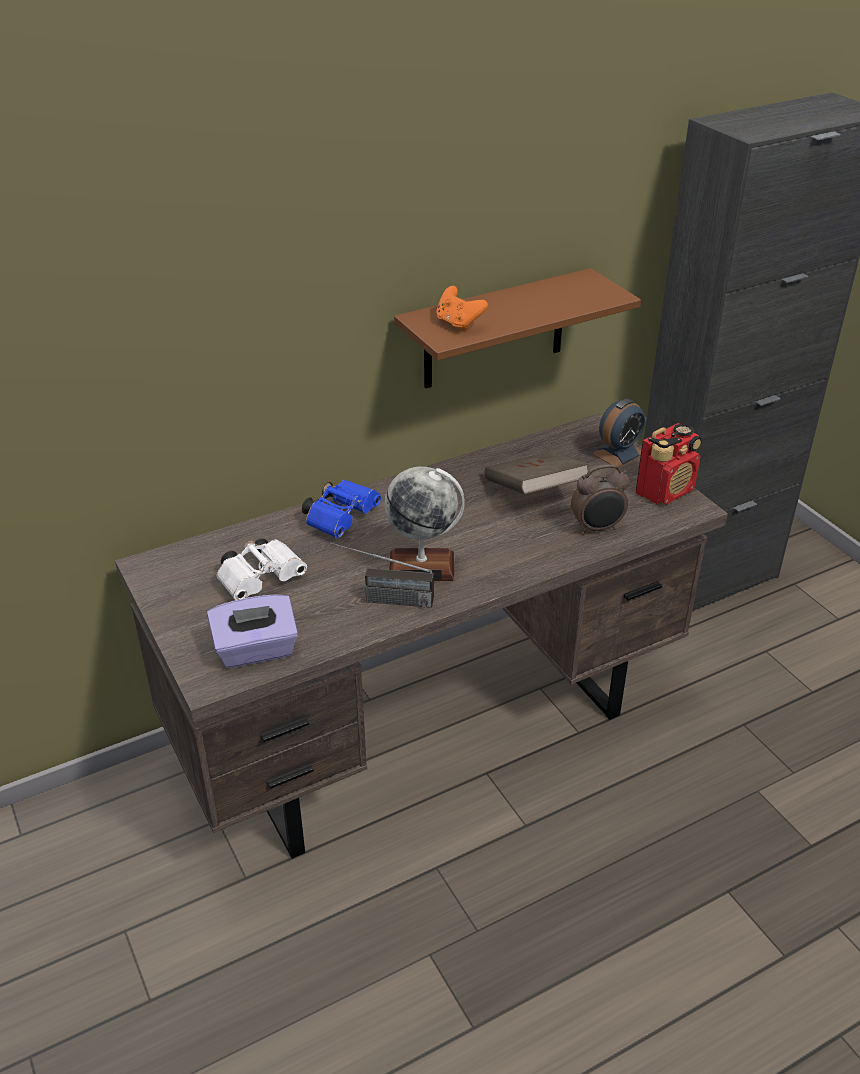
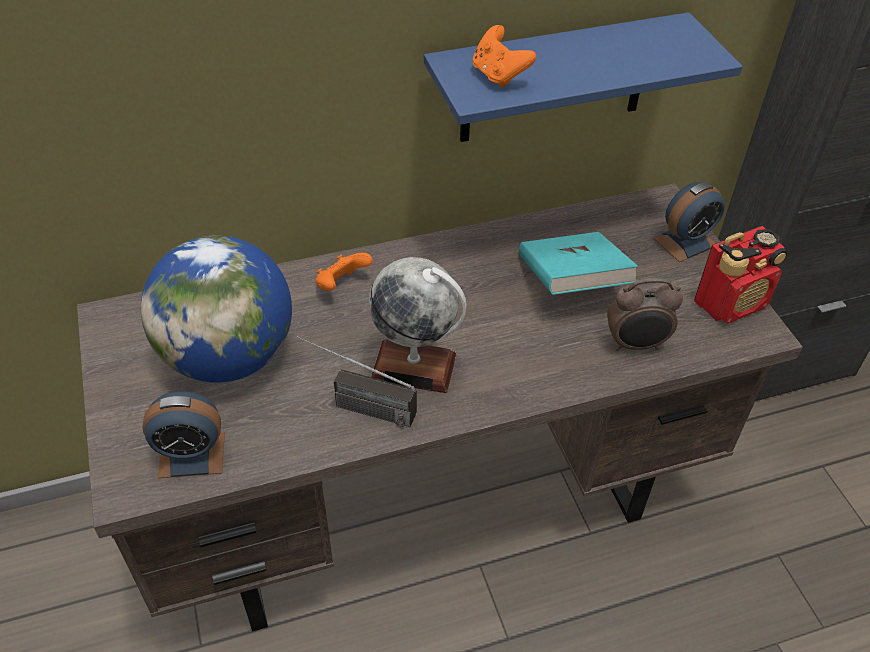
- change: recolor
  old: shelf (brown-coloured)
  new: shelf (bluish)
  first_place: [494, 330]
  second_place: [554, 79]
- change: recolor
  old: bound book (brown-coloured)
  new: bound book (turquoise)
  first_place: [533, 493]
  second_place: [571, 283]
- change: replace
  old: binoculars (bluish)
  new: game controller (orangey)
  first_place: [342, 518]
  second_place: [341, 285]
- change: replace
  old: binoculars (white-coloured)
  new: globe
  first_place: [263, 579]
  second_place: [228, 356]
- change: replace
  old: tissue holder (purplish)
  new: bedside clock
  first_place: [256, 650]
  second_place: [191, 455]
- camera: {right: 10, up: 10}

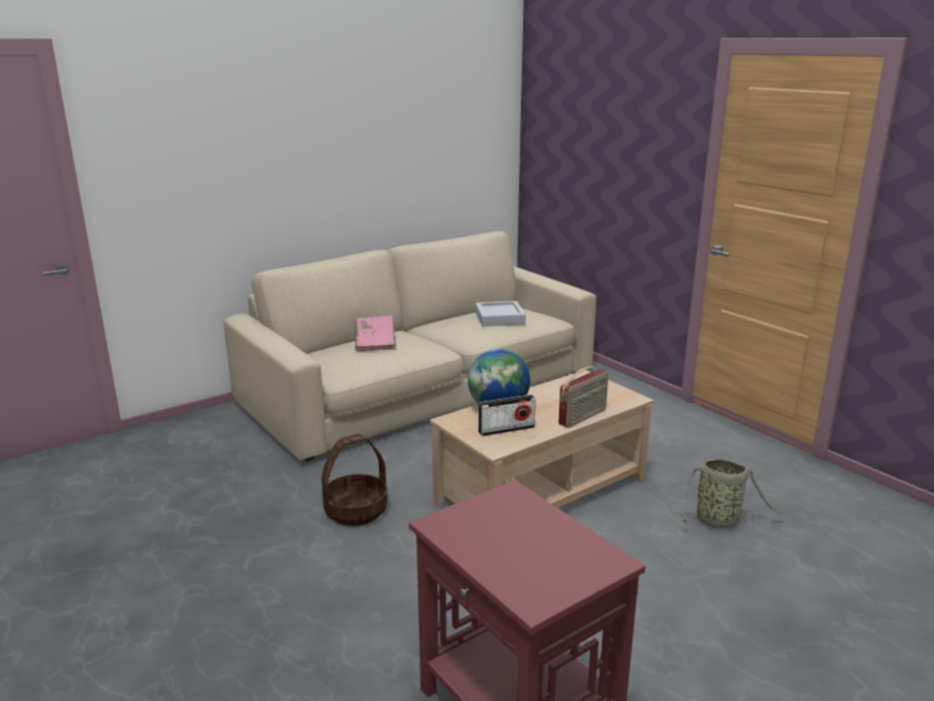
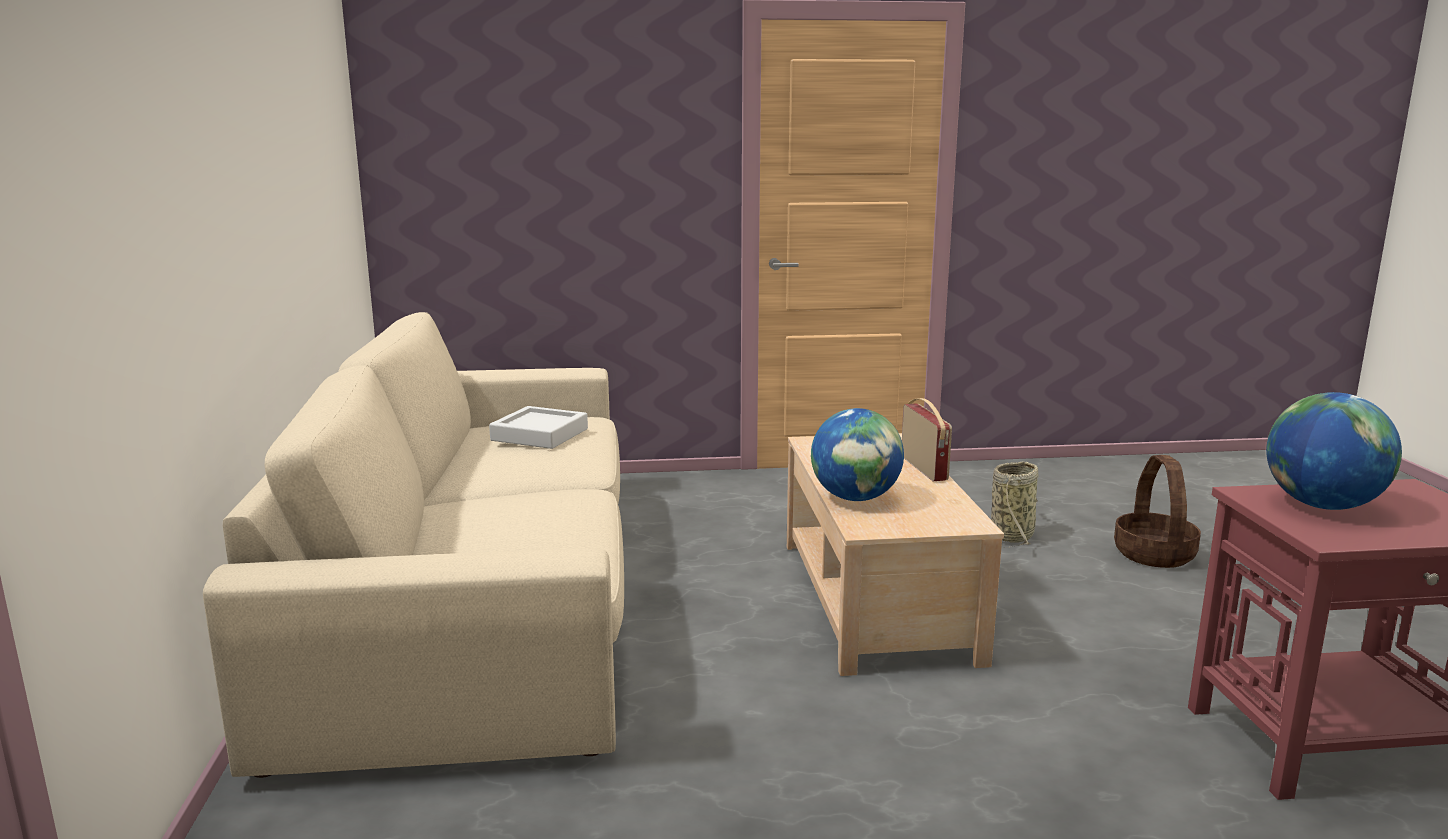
- change: delete
  old: bound book (pinkish)
  first_place: [375, 342]
- change: delete
  old: radio receiver
  first_place: [506, 429]
- change: move
  old: storage basket
  first_place: [356, 511]
  second_place: [1153, 554]
- change: insert
  new: globe
  second_place: [1322, 505]
- camera: {right: -60, up: -5}

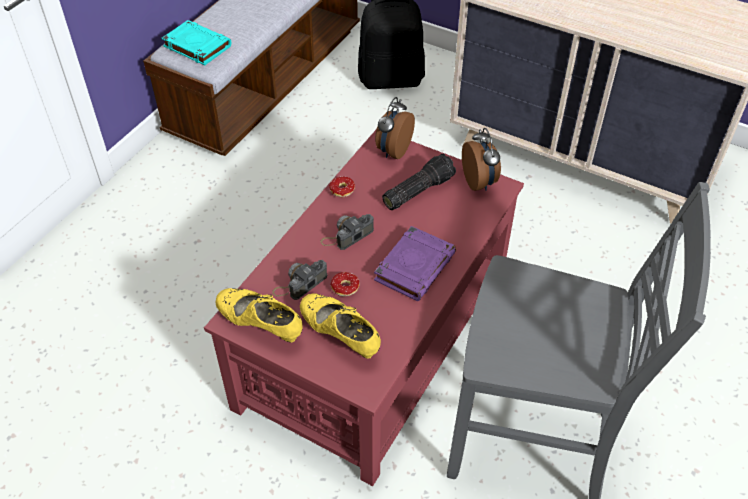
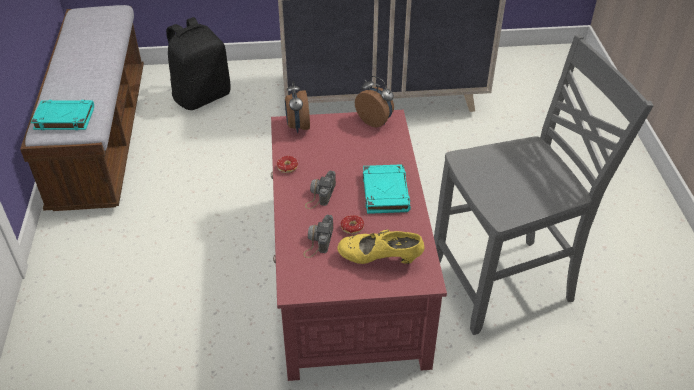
- change: delete
  old: torch
  first_place: [417, 190]
- change: recolor
  old: bound book (purplish)
  new: bound book (turquoise)
  first_place: [415, 266]
  second_place: [385, 192]
- change: delete
  old: shoe (yellow)
  first_place: [261, 326]
- camera: {right: -35, up: -5}

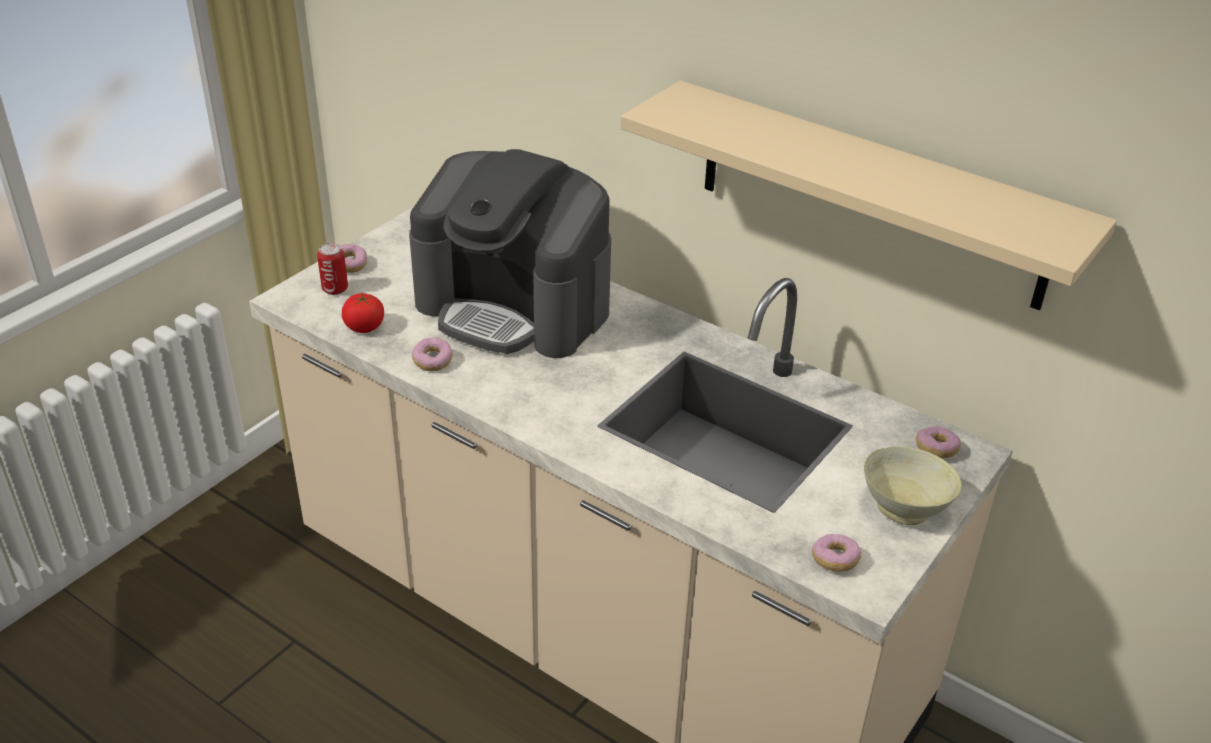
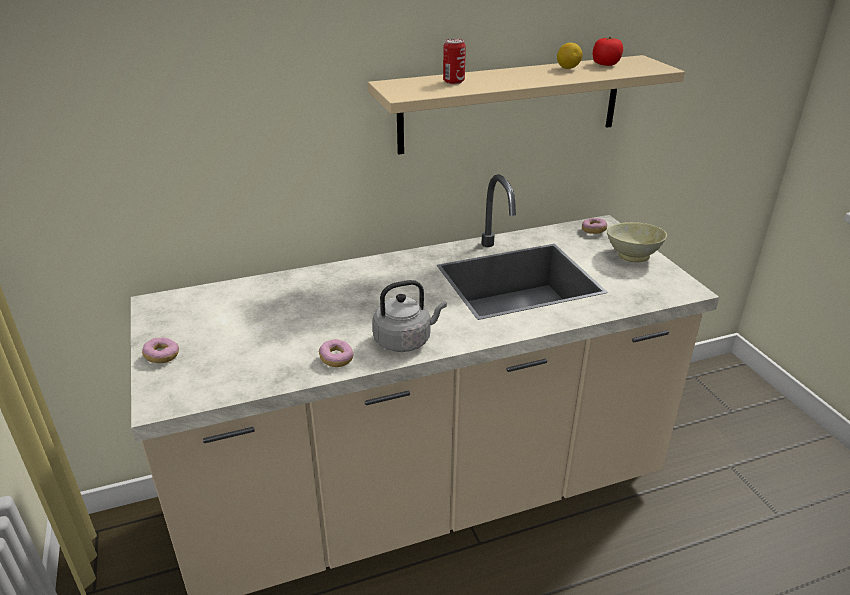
- change: delete
  old: coffee brewer
  first_place: [515, 306]
- change: move
  old: metal can
  first_place: [335, 289]
  second_place: [453, 81]
- change: move
  old: whole tomato
  first_place: [364, 327]
  second_place: [605, 64]
- change: delete
  old: donut
  first_place: [835, 560]
- change: insert
  new: lemon
  second_place: [568, 68]
- change: insert
  new: water kettle (gray)
  second_place: [405, 340]
- camera: {right: -55, up: -5}

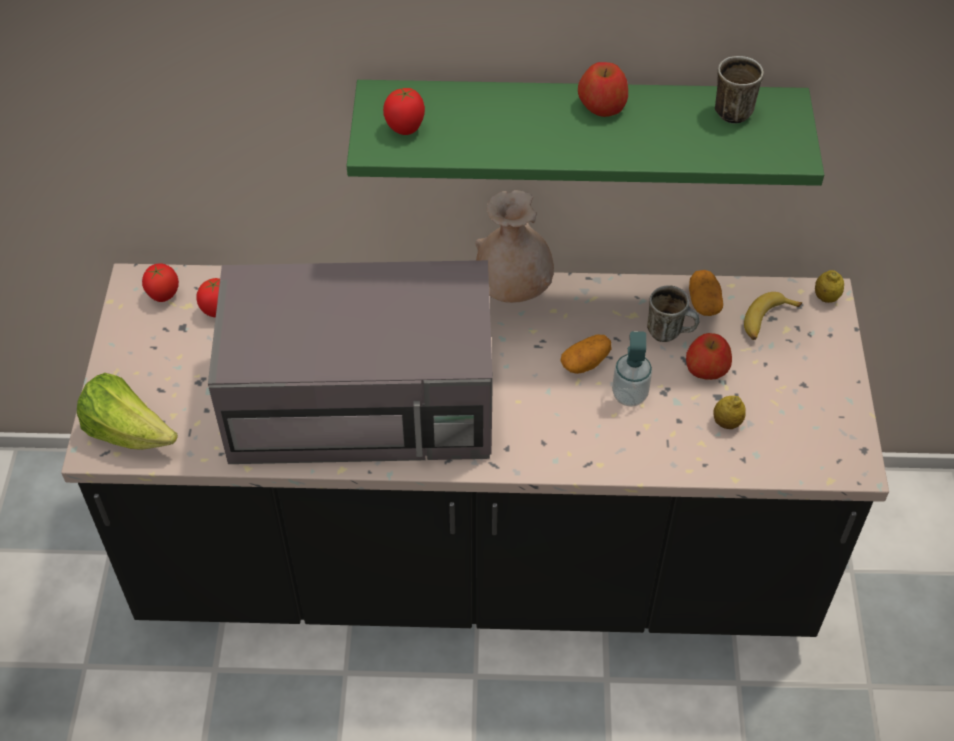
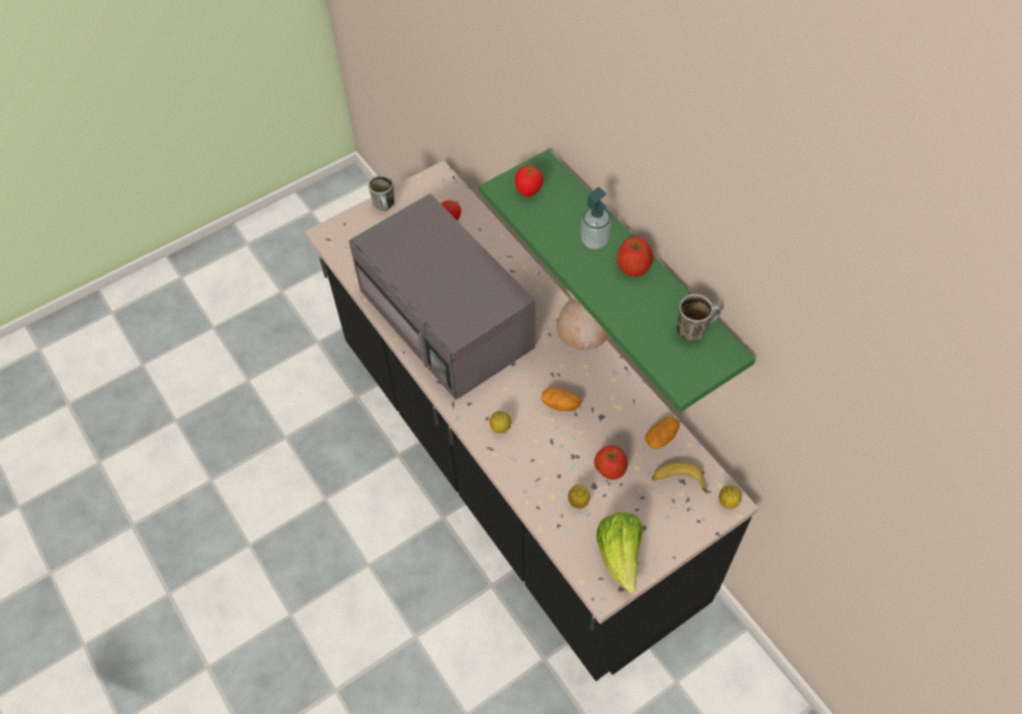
- change: delete
  old: whole tomato
  first_place: [163, 296]
- change: move
  old: coffee mug
  first_place: [670, 332]
  second_place: [386, 207]
- change: move
  old: soap bottle
  first_place: [629, 395]
  second_place: [594, 241]
- change: move
  old: lettuce head
  first_place: [129, 433]
  second_place: [620, 556]
- change: insert
  new: lemon
  second_place: [500, 428]
- camera: {right: 55, up: 5}

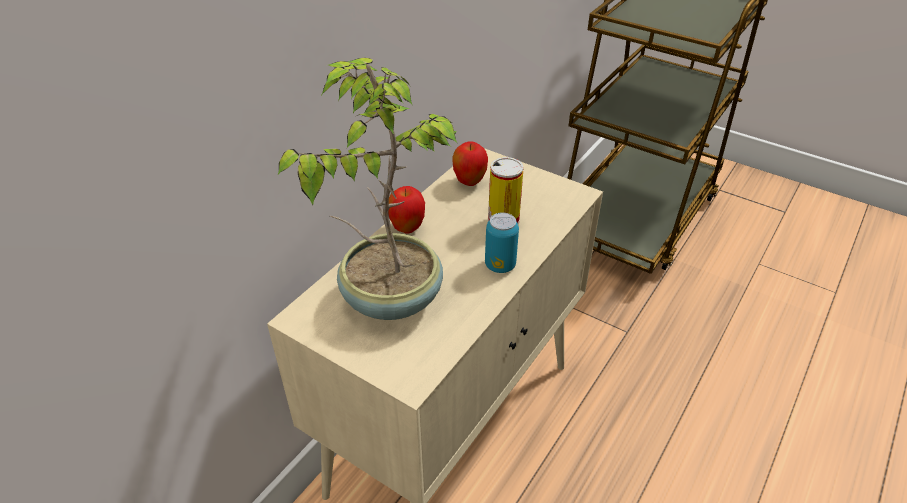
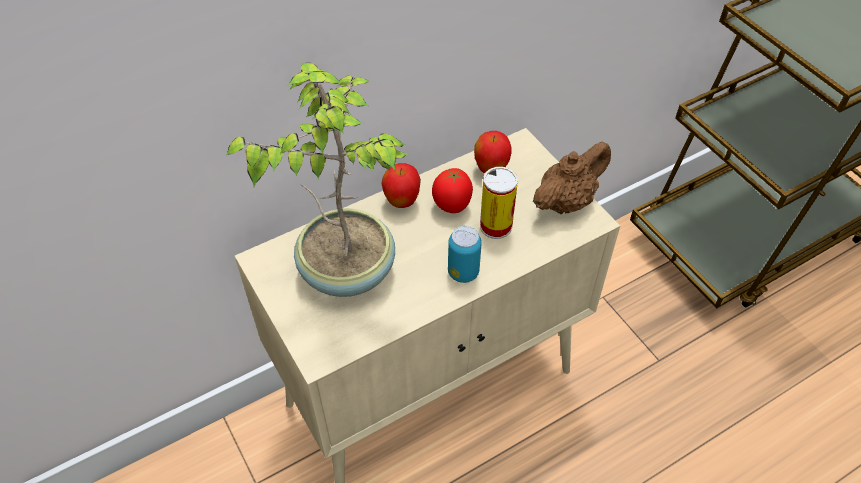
- change: insert
  new: tea pot (brown-coloured)
  second_place: [566, 201]
- change: insert
  new: whole tomato
  second_place: [452, 206]
- camera: {right: 25, up: 10}

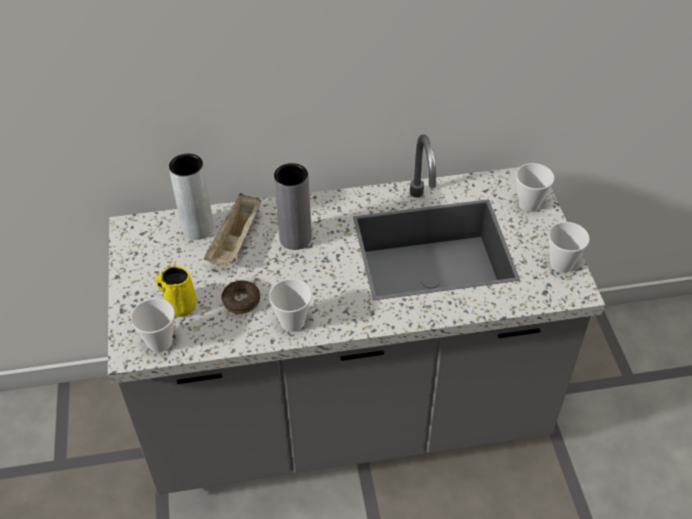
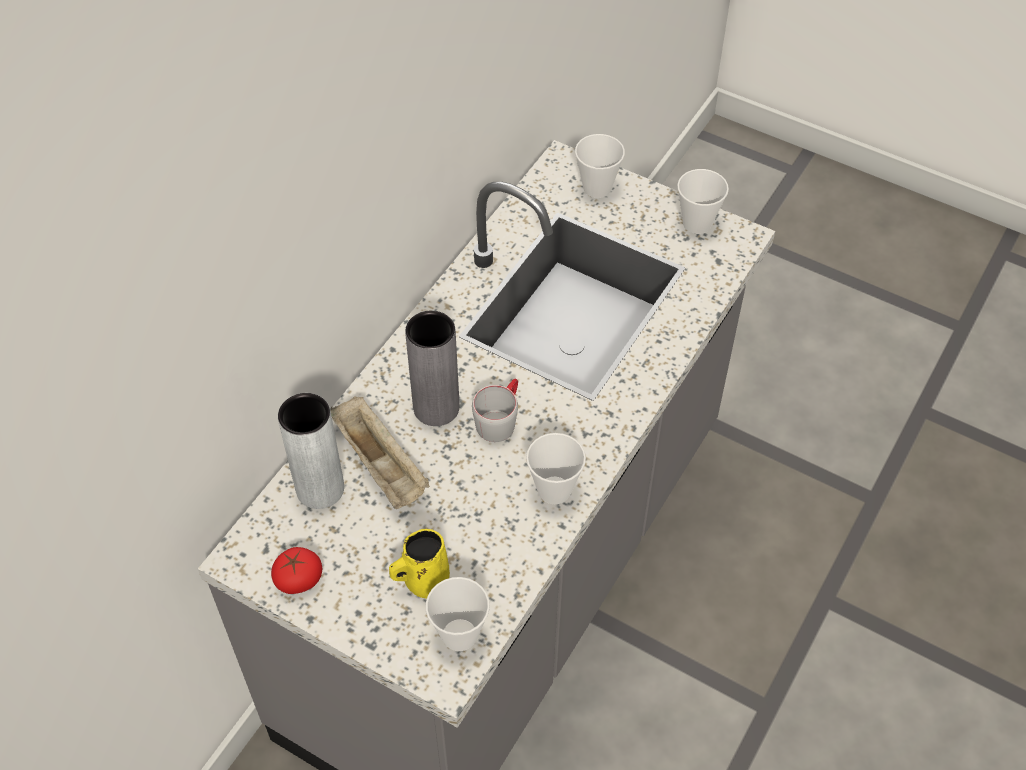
- change: delete
  old: donut
  first_place: [241, 301]
- change: insert
  new: coffee mug (gray)
  second_place: [500, 419]
- change: insert
  new: whole tomato
  second_place: [298, 579]
- camera: {right: -50, up: 5}

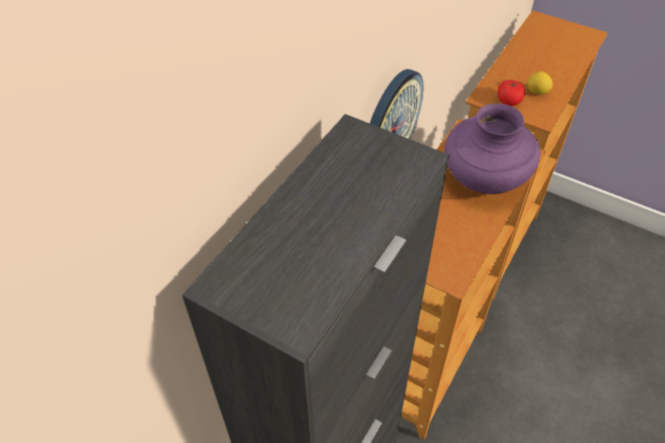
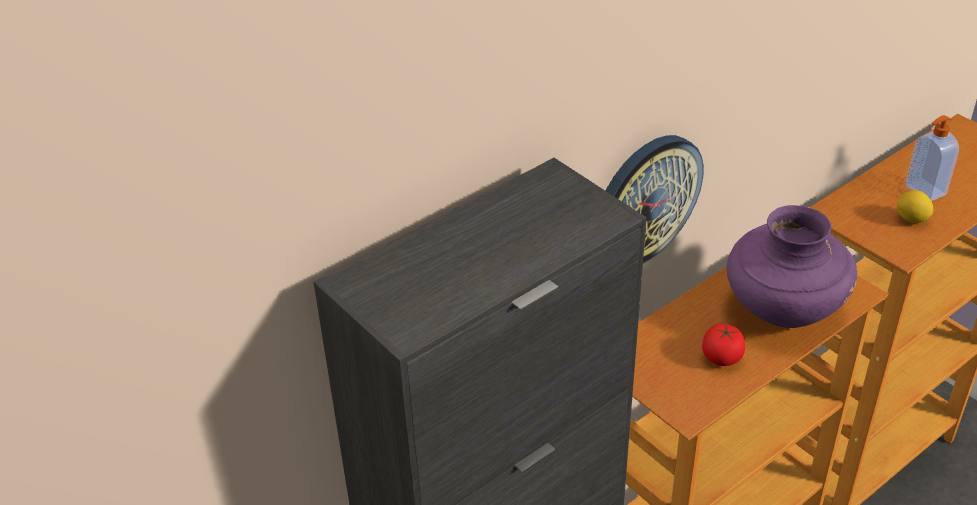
- change: move
  old: whole tomato
  first_place: [508, 101]
  second_place: [722, 356]
- change: insert
  new: soap bottle
  second_place: [924, 191]
- camera: {right: 20, up: -10}

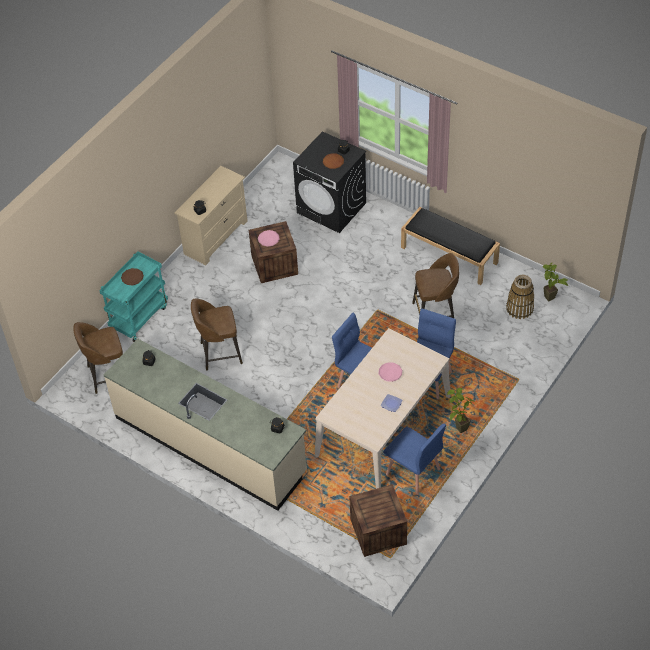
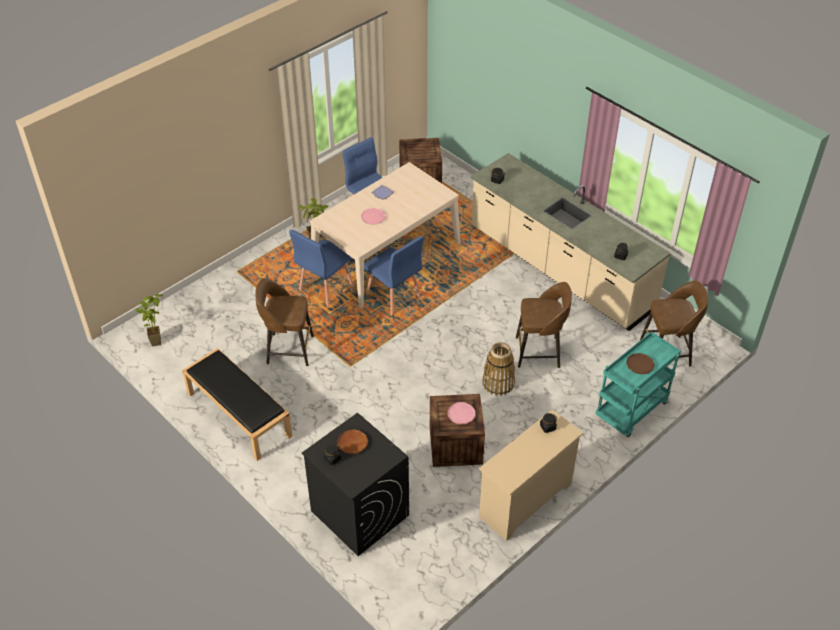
- change: move
  old: storage basket
  first_place: [519, 308]
  second_place: [498, 383]
- camera: {right: -170, up: -5}

